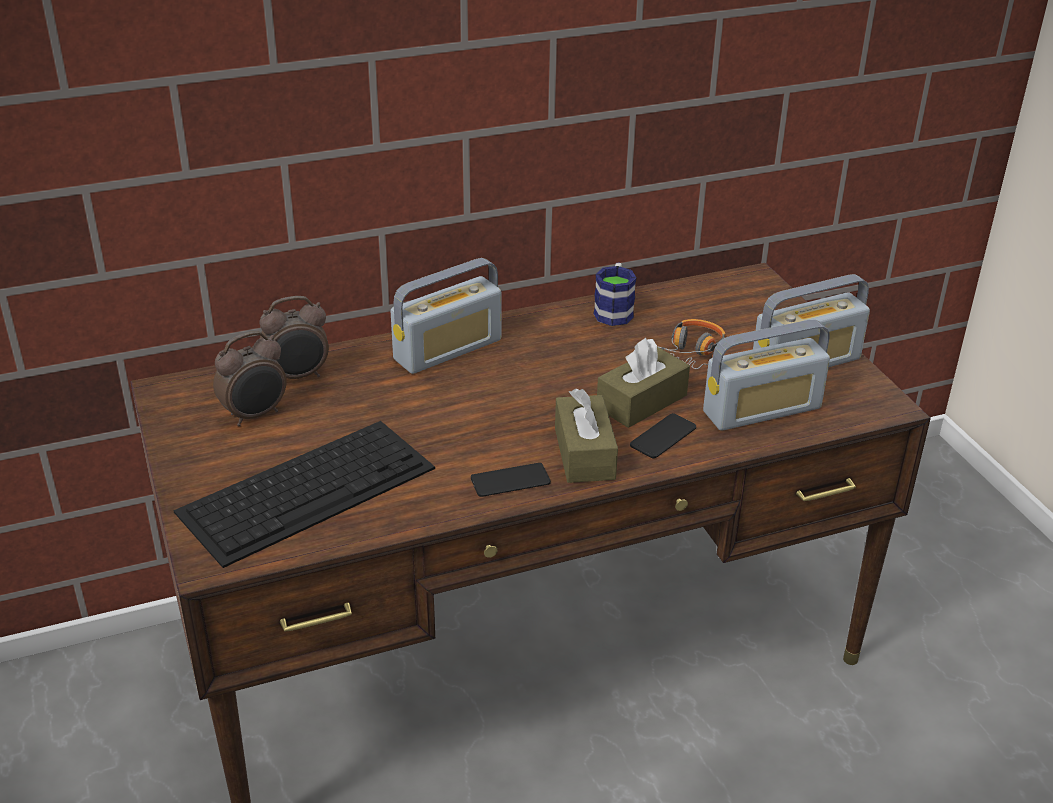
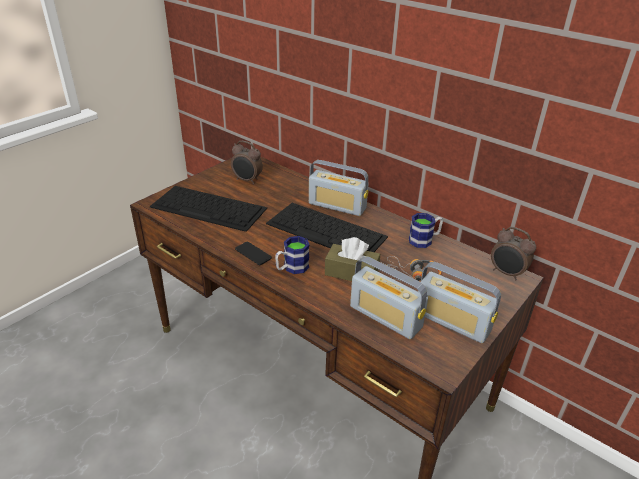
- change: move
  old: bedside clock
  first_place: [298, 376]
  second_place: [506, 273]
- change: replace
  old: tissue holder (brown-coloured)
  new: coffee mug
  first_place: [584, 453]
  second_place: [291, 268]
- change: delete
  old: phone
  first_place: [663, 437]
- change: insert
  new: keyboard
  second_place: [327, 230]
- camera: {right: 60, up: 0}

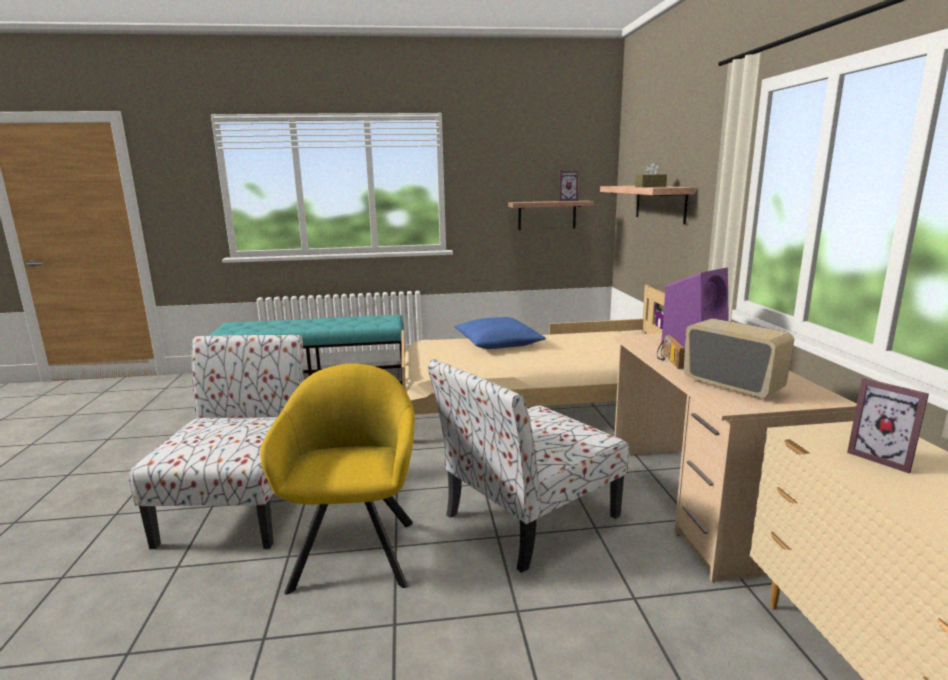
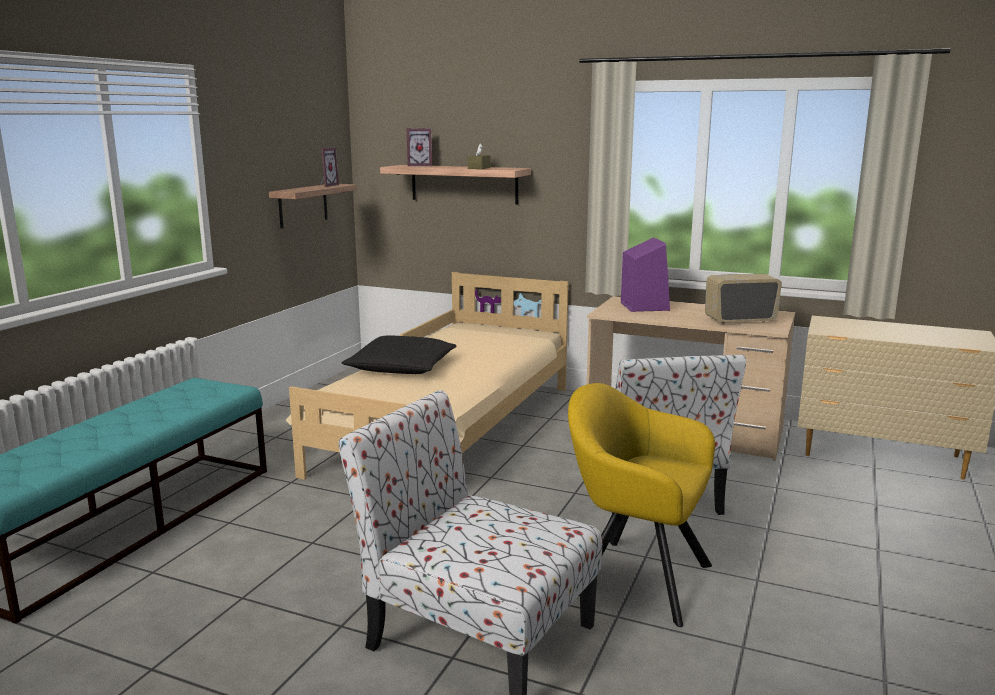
- change: recolor
  old: cushion (bluish)
  new: cushion (blackish)
  first_place: [498, 343]
  second_place: [401, 367]
- change: delete
  old: radio receiver
  first_place: [668, 360]
- change: move
  old: picture frame
  first_place: [883, 458]
  second_place: [419, 165]
- camera: {right: -60, up: 0}

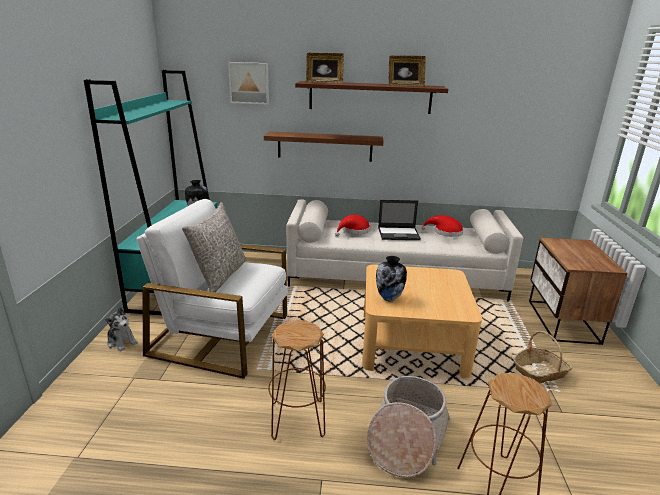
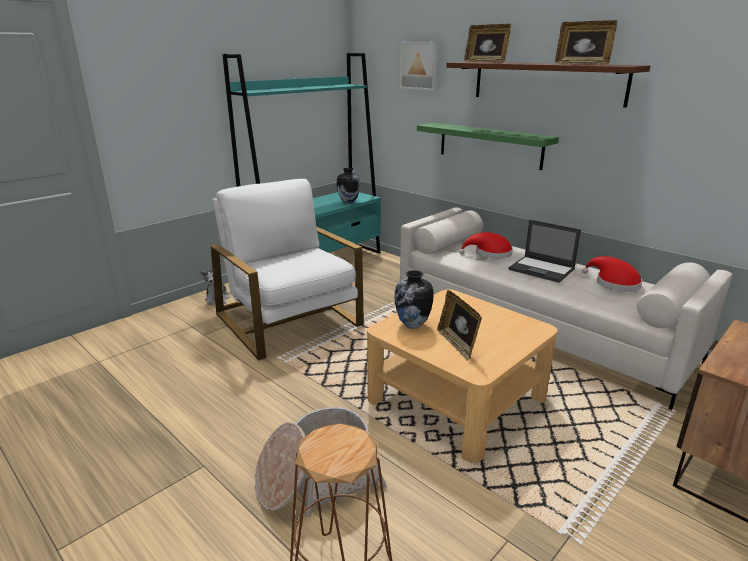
- change: recolor
  old: shelf (brown-coloured)
  new: shelf (green)
  first_place: [325, 146]
  second_place: [489, 145]
- change: delete
  old: cushion (gray)
  first_place: [220, 275]
- change: delete
  old: stool seat (brown-coloured)
  first_place: [297, 419]
- change: delete
  old: storage basket
  first_place: [539, 372]
- change: insert
  new: picture frame
  second_place: [457, 344]
- camera: {right: 40, up: 0}

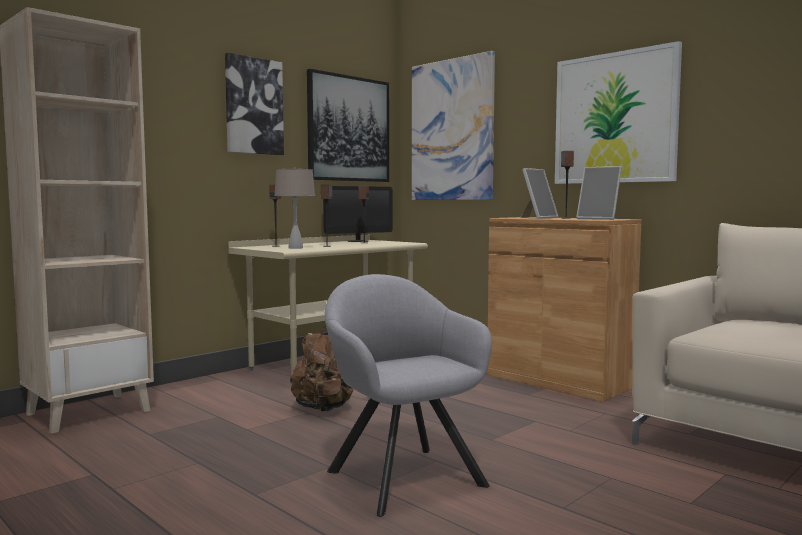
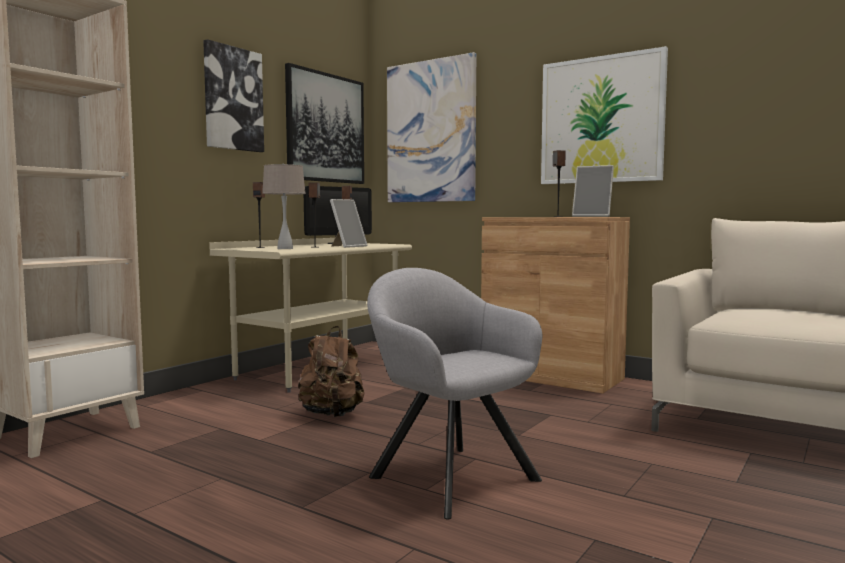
- change: move
  old: picture frame
  first_place: [538, 218]
  second_place: [347, 246]
- camera: {right: -10, up: 0}

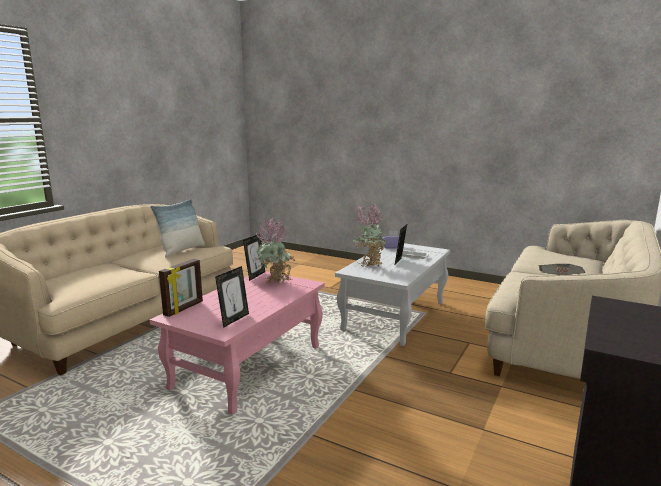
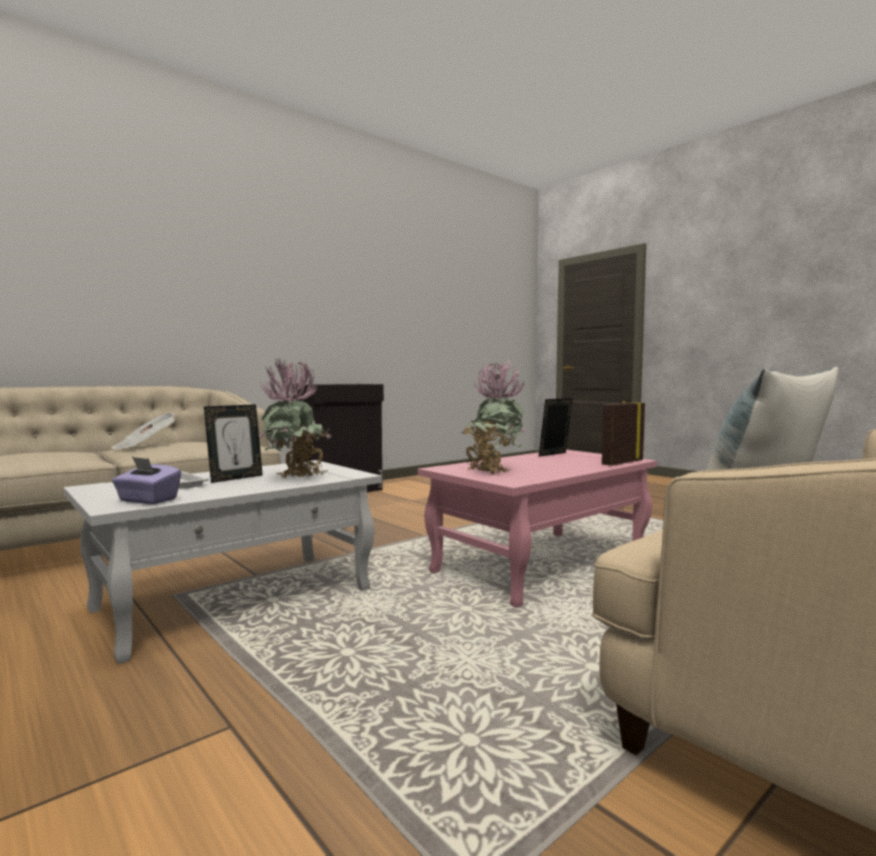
- change: delete
  old: picture frame
  first_place: [255, 276]
- camera: {right: -160, up: -10}

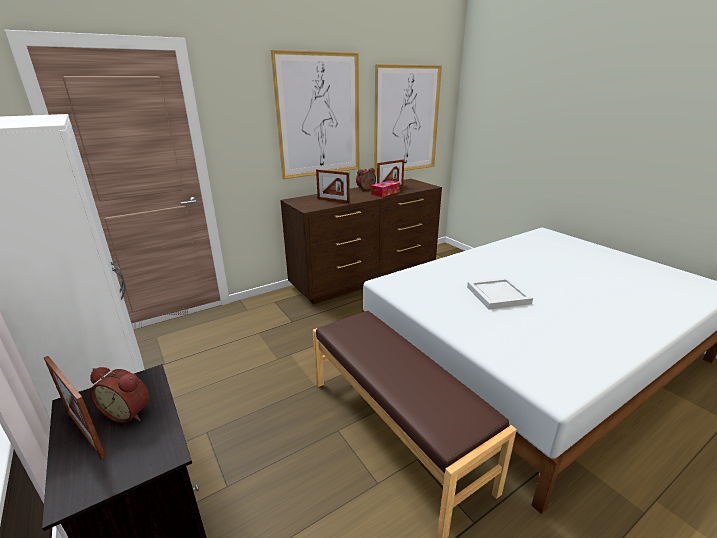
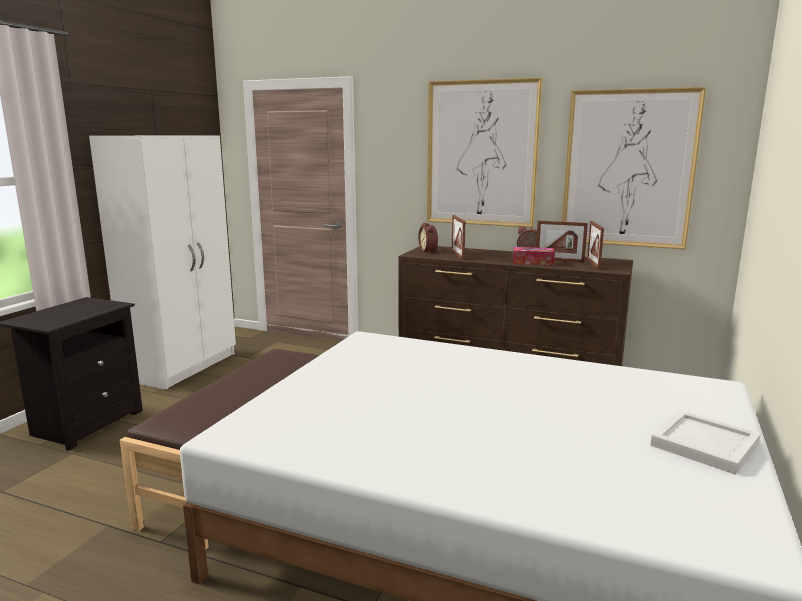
- change: move
  old: tray (white-coloured)
  first_place: [498, 295]
  second_place: [706, 444]
- change: move
  old: picture frame
  first_place: [85, 433]
  second_place: [593, 264]
- change: move
  old: bedside clock
  first_place: [129, 412]
  second_place: [429, 251]
- camera: {right: 55, up: -10}

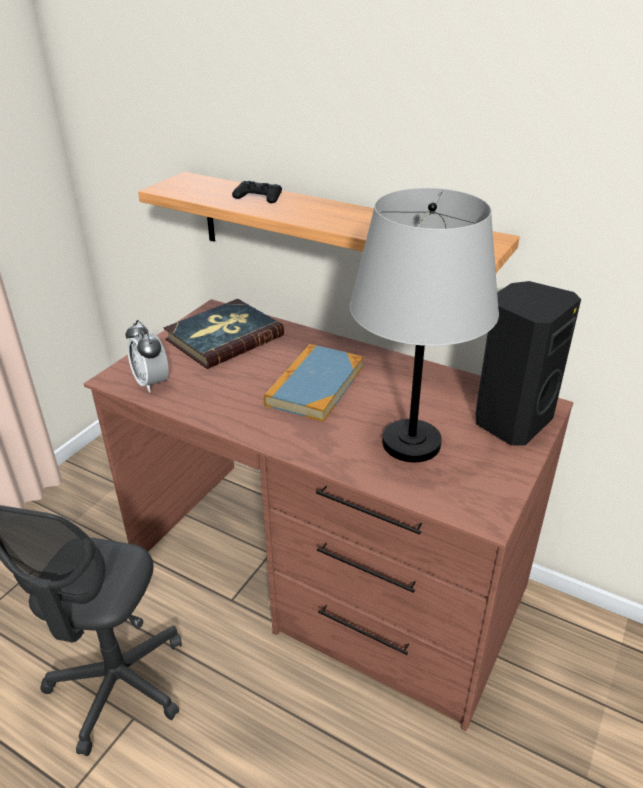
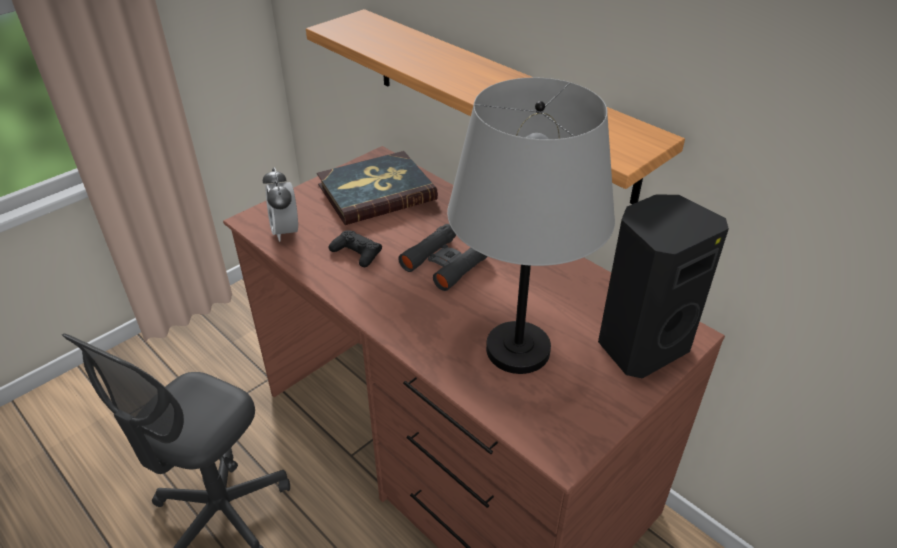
- change: move
  old: game controller (blackish)
  first_place: [259, 197]
  second_place: [356, 253]
- change: replace
  old: bound book
  new: binoculars (blackish)
  first_place: [315, 385]
  second_place: [445, 263]
- camera: {right: 15, up: 5}

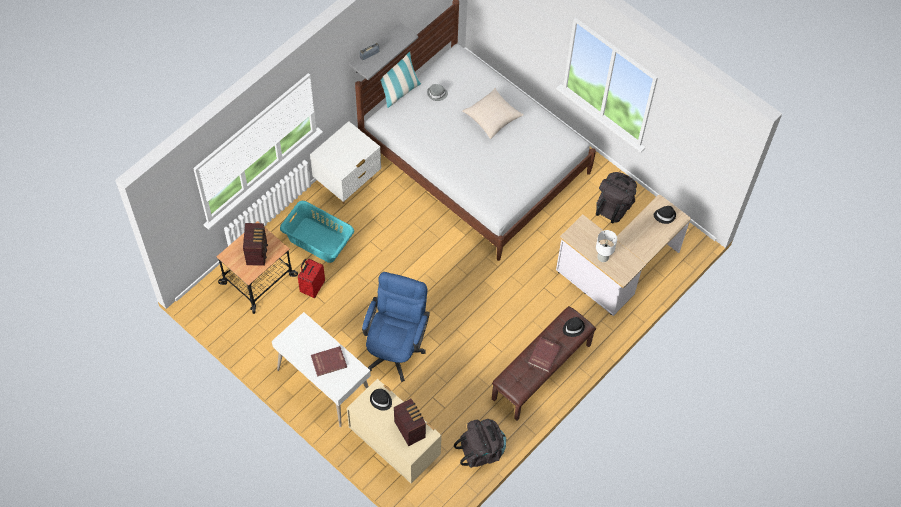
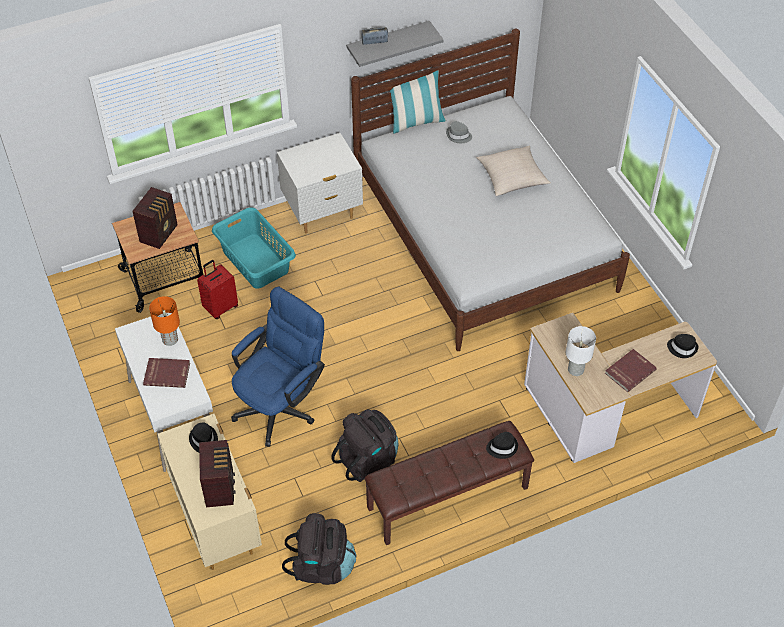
- change: move
  old: rucksack (blackish)
  first_place: [614, 206]
  second_place: [368, 459]
- change: move
  old: bound book (reddish)
  first_place: [543, 355]
  second_place: [629, 371]
- change: insert
  new: table lamp (orangey)
  second_place: [170, 339]
- camera: {right: 25, up: -10}

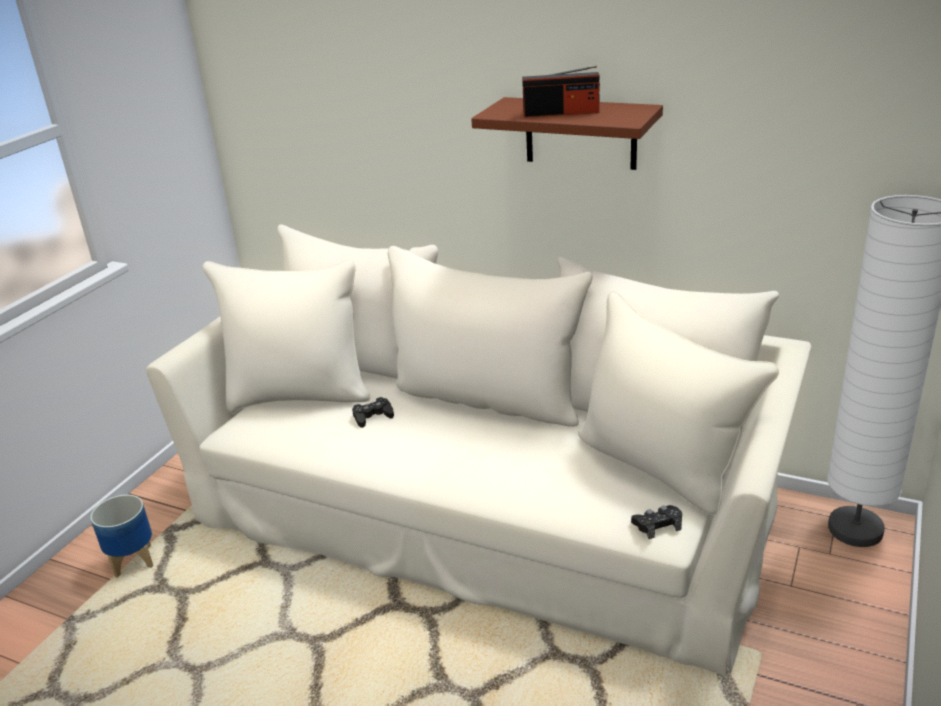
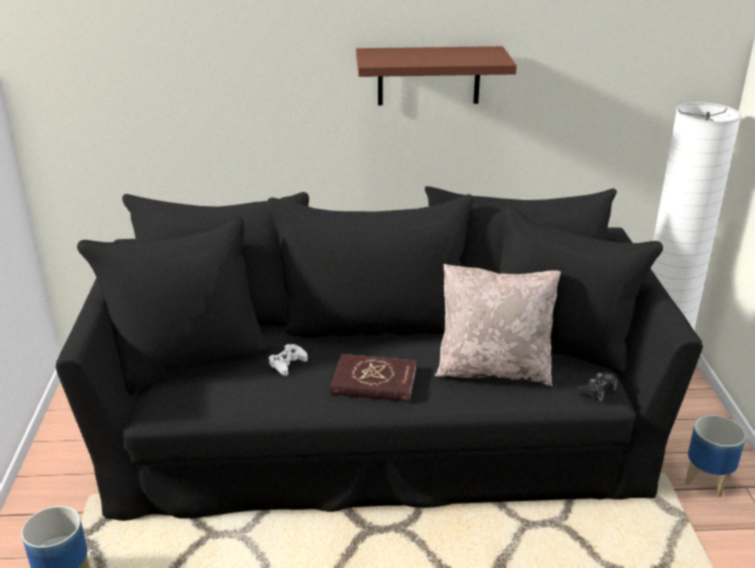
- change: delete
  old: radio receiver
  first_place: [561, 113]
- change: recolor
  old: sofa (sand-coloured)
  new: sofa (blackish)
  first_place: [482, 510]
  second_place: [378, 430]
- change: recolor
  old: game controller (blackish)
  new: game controller (white-coloured)
  first_place: [373, 416]
  second_place: [287, 363]
- change: insert
  new: cushion (sand-coloured)
  second_place: [493, 369]
- change: insert
  new: bound book (reddish)
  second_place: [374, 381]
- change: insert
  new: flower pot
  second_place: [707, 481]
- camera: {right: -30, up: 0}

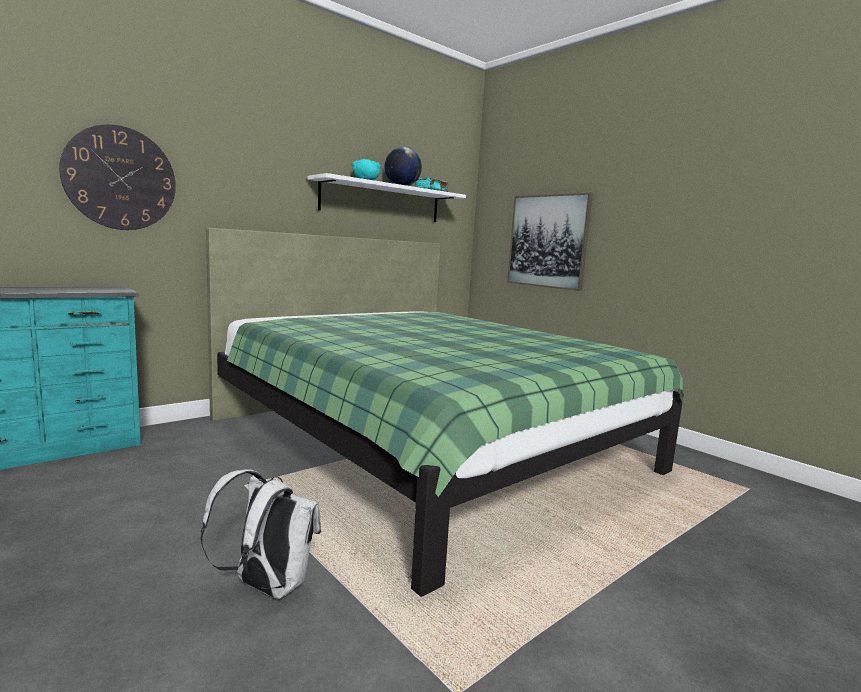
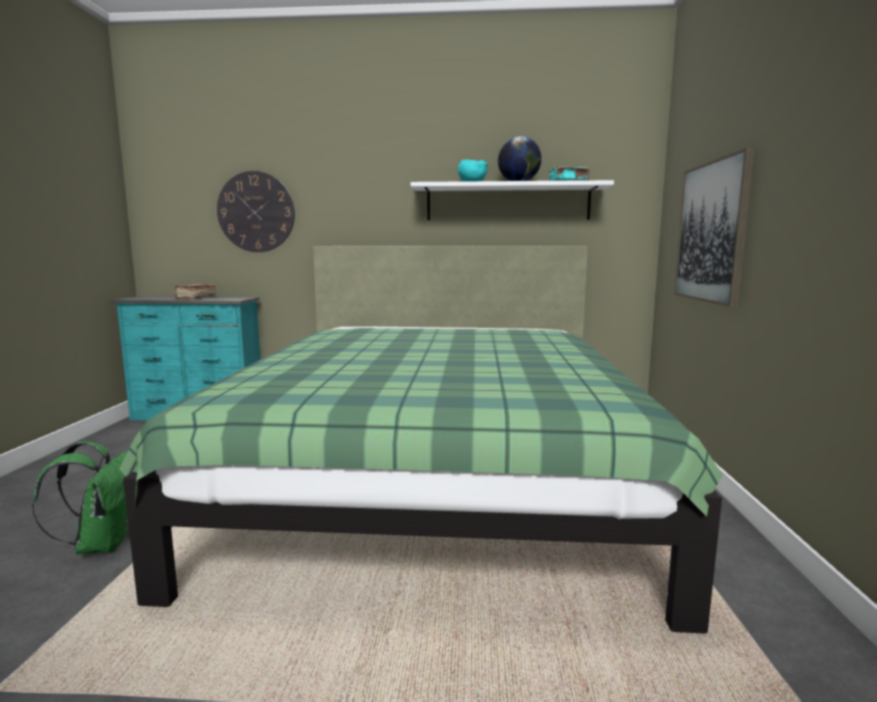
- change: recolor
  old: rucksack (white-coloured)
  new: rucksack (green)
  first_place: [266, 586]
  second_place: [100, 544]
- change: insert
  new: bound book (brown-coloured)
  second_place: [195, 298]
- camera: {right: 45, up: 0}

